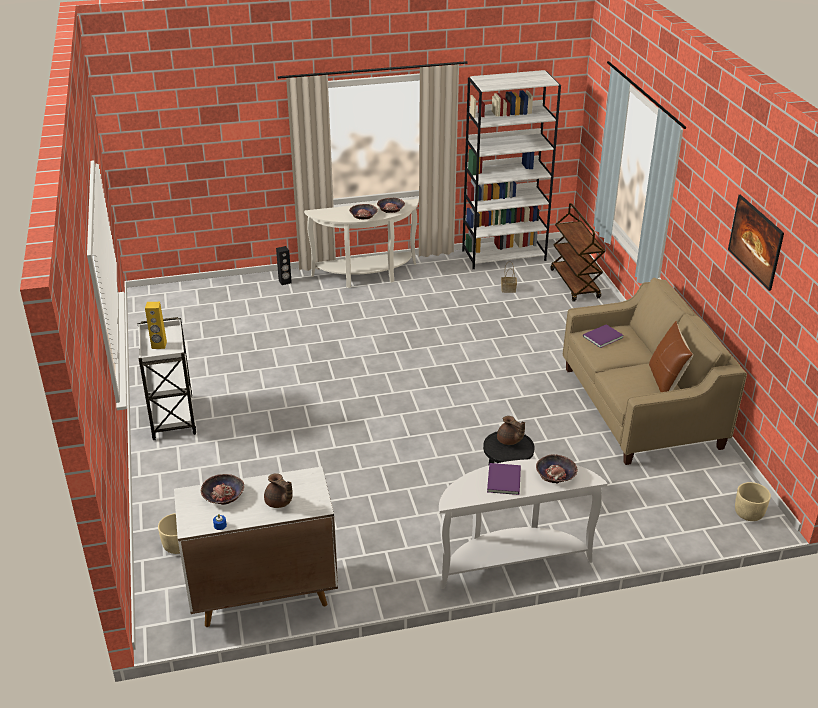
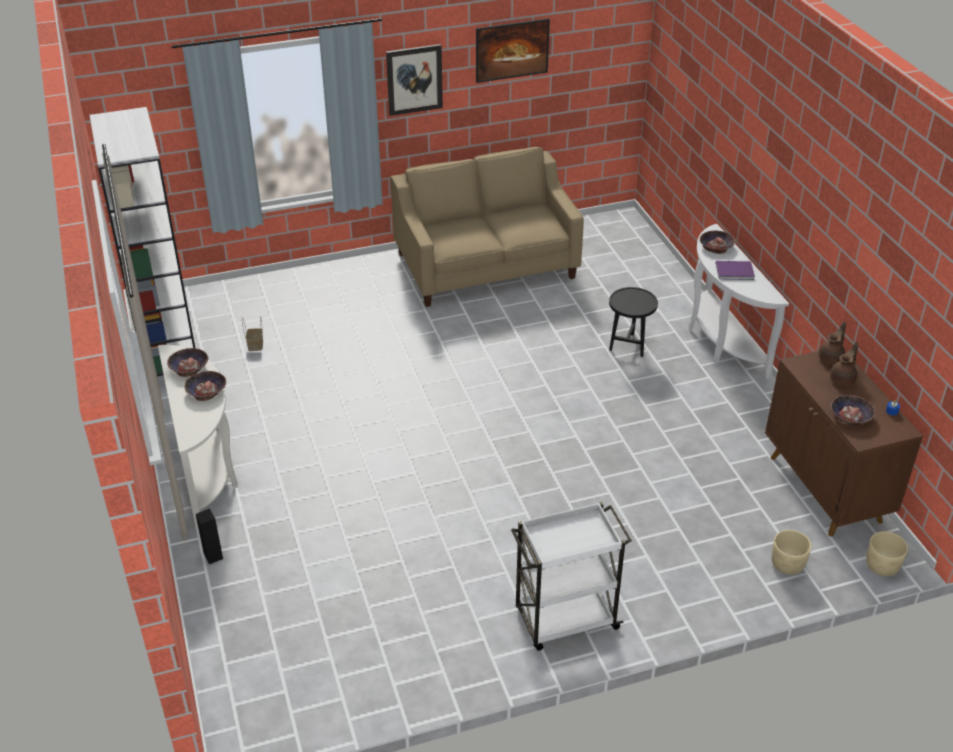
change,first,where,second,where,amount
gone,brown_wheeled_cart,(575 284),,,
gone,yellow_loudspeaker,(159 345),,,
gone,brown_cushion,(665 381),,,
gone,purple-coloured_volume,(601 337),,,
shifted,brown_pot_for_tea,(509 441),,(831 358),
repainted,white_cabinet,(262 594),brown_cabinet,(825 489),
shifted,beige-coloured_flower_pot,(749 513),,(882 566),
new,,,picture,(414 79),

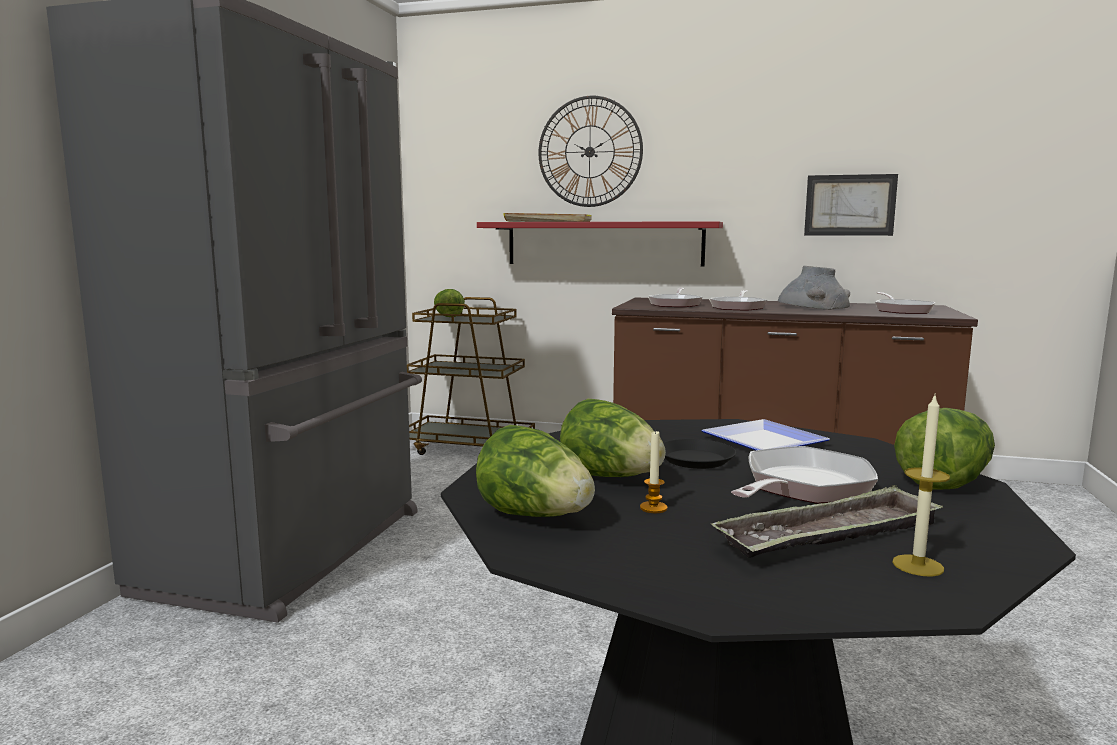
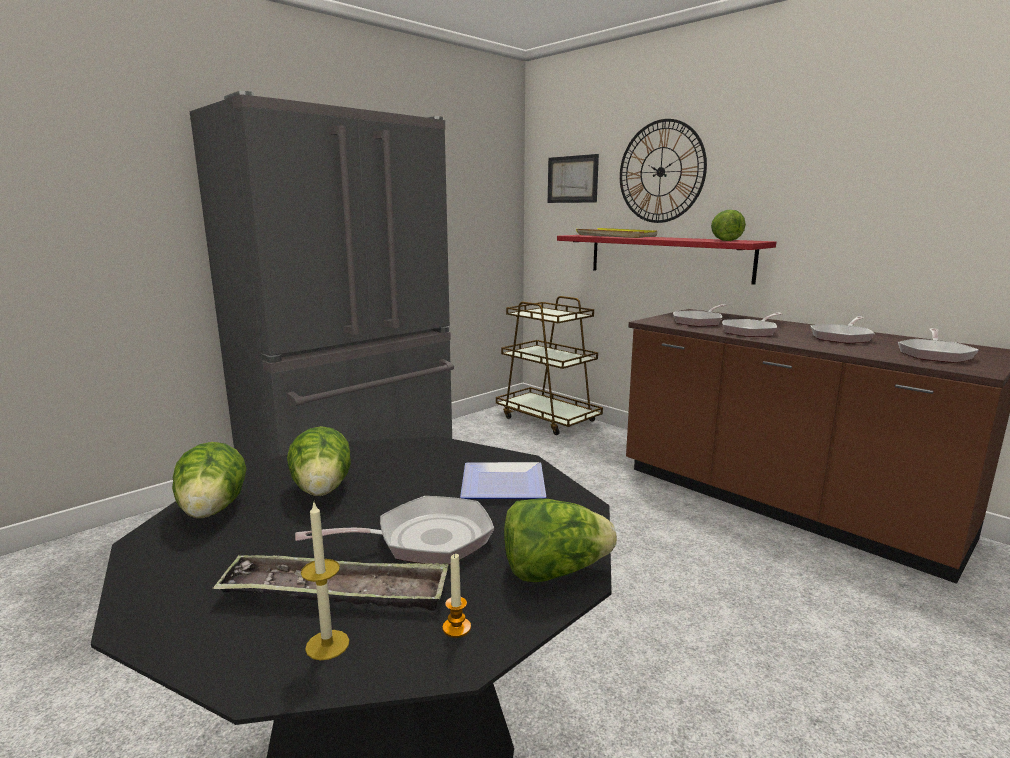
change,first,where,second,where,amount
shifted,picture,(849 205),,(572 179),
swapped,greyish_vase,(813 306),frying_pan,(842 337),
shifted,lettuce_head,(447 316),,(724 240),
shifted,wax_candle,(653 508),,(456 628),
gone,black_plate,(695 459),,,

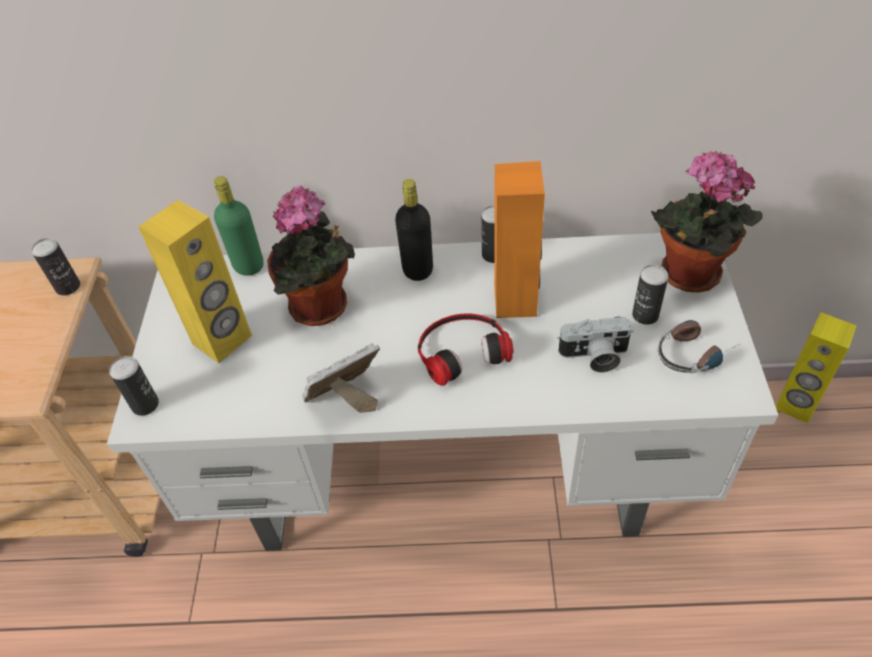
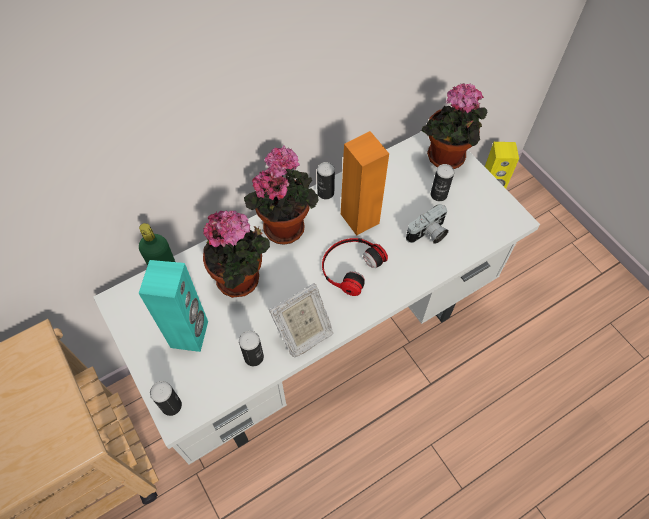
change,first,where,second,where,amount
swapped,black_bottle,(418 270),houseplant,(285 224),
repainted,yellow_loudspeaker,(222 340),turquoise-coloured_loudspeaker,(190 334),
shifted,sealed_can,(68 287),,(254 357),
gone,headset,(695 352),,,
rotated,standing_frame,(345 400),,(303 334),150 degrees counterclockwise

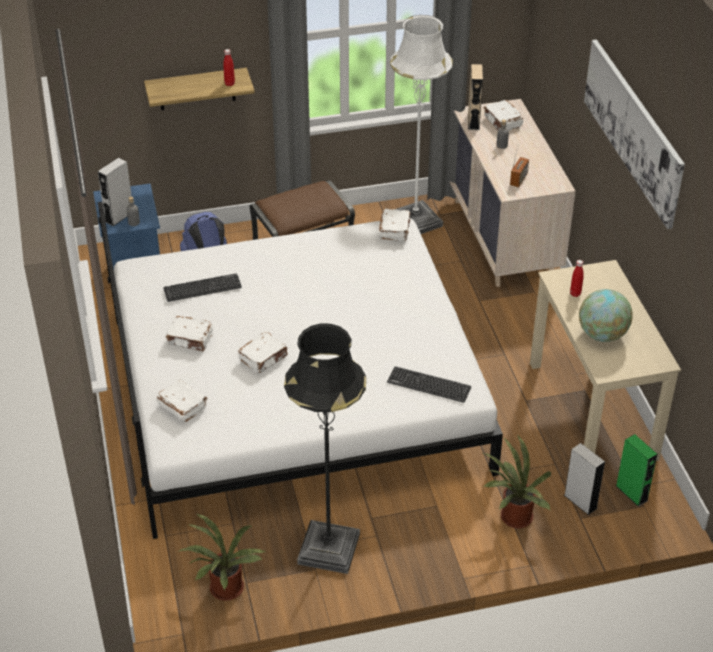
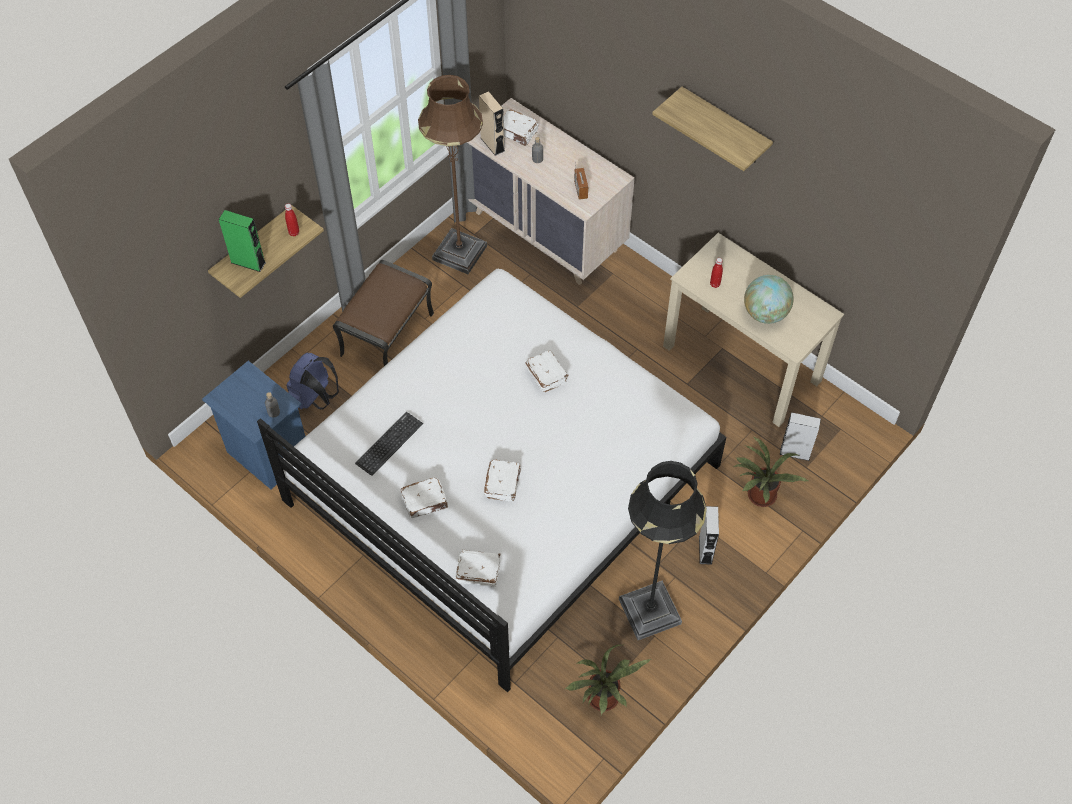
change,first,where,second,where,amount
repainted,white_standing_lamp,(415 221),brown_standing_lamp,(459 253),
swapped,picture,(633 130),wall_shelf,(724 127),
shifted,greyish_loudspeaker,(119 216),,(705 550),
shifted,white_volume,(395 230),,(546 375),
gone,keyboard,(429 385),,,
shifted,green-coloured_loudspeaker,(631 493),,(248 262),

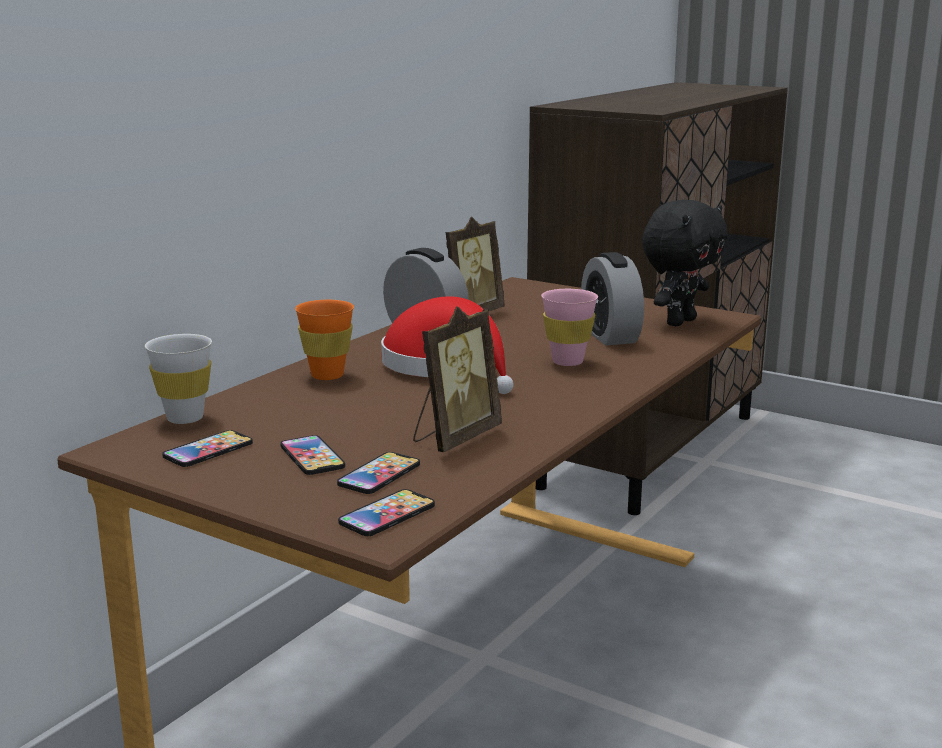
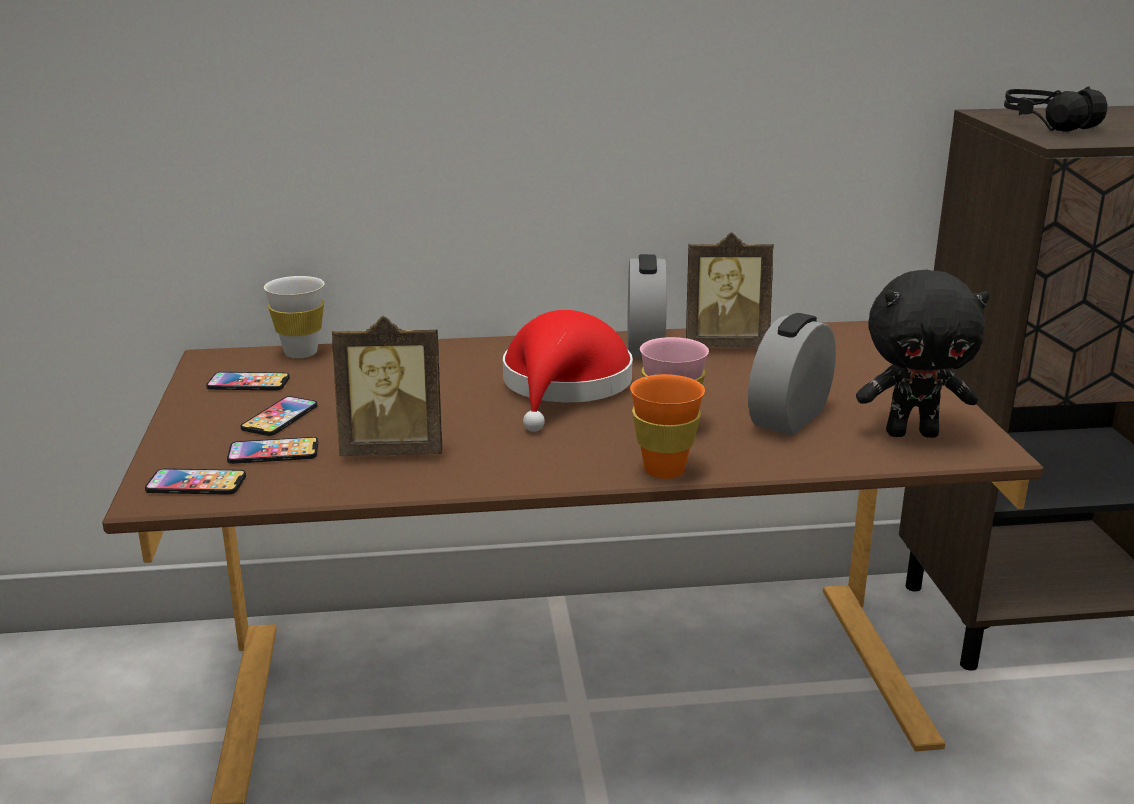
change,first,where,second,where,amount
shifted,orangey_cup,(327 375),,(664 470),
new,,,black_headset,(1047 124),

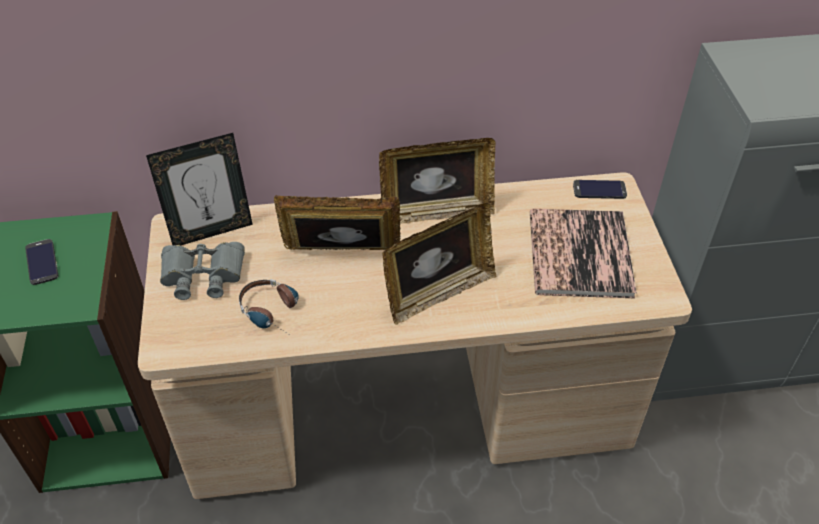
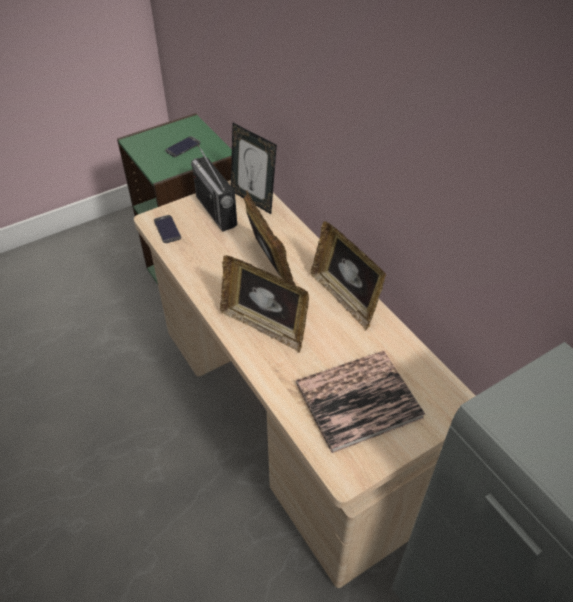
change,first,where,second,where,amount
shifted,handset,(599 190),,(167 229),
swapped,greyish_pair_of_binoculars,(203 274),radio_receiver,(216 211),
gone,headset,(275 312),,,

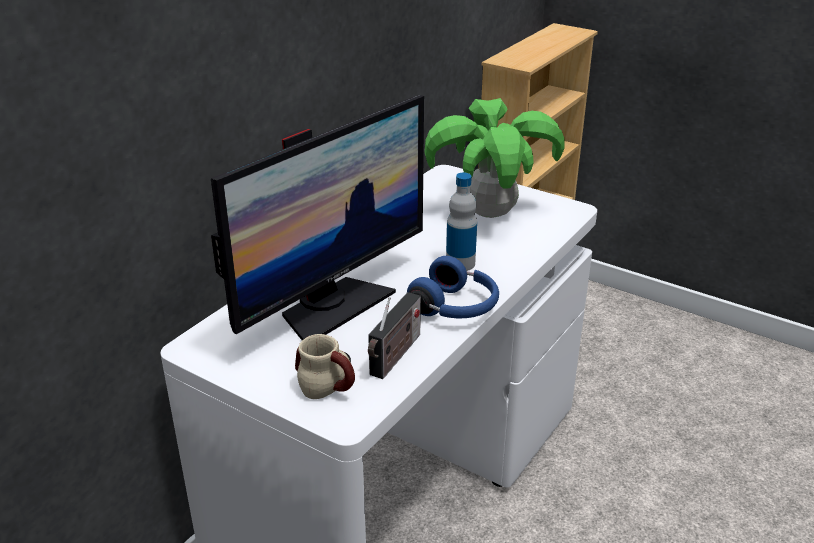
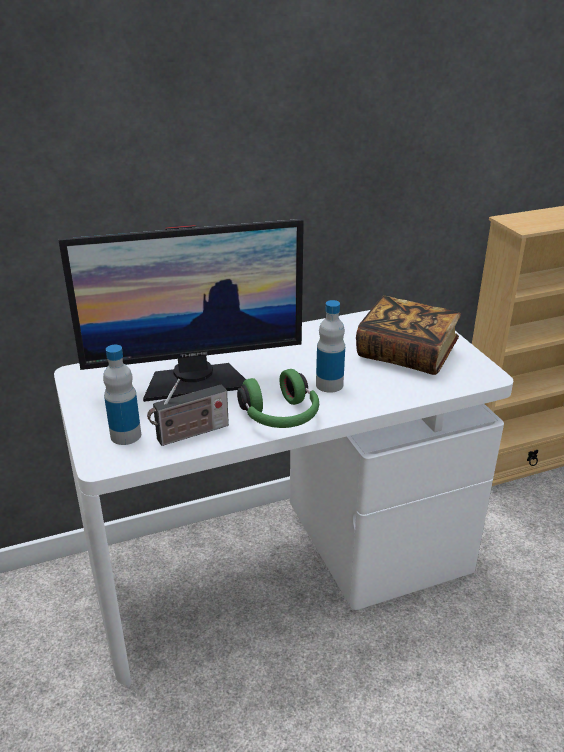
change,first,where,second,where,amount
swapped,houseplant,(489 213),volume,(406 354),
repainted,blue-coloured_headset,(456 308),green-coloured_headset,(281 417),
swapped,mug,(333 385),bottle,(125 435),

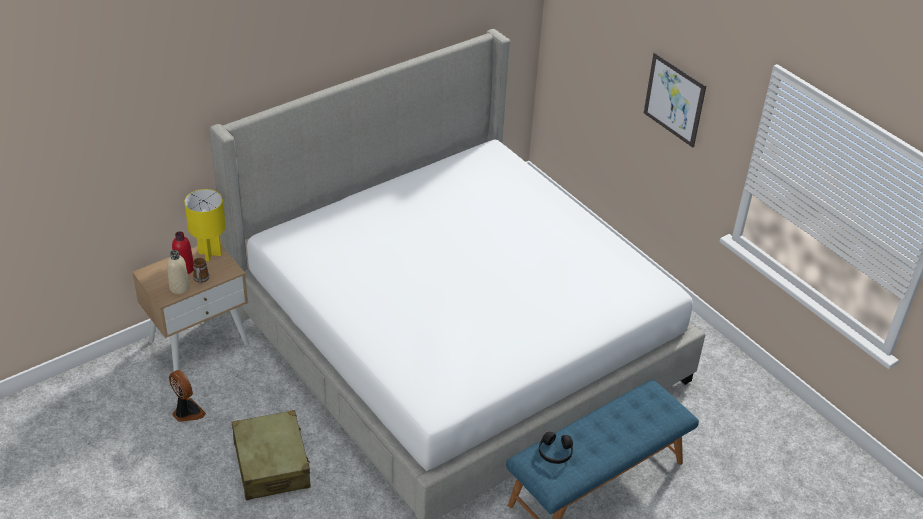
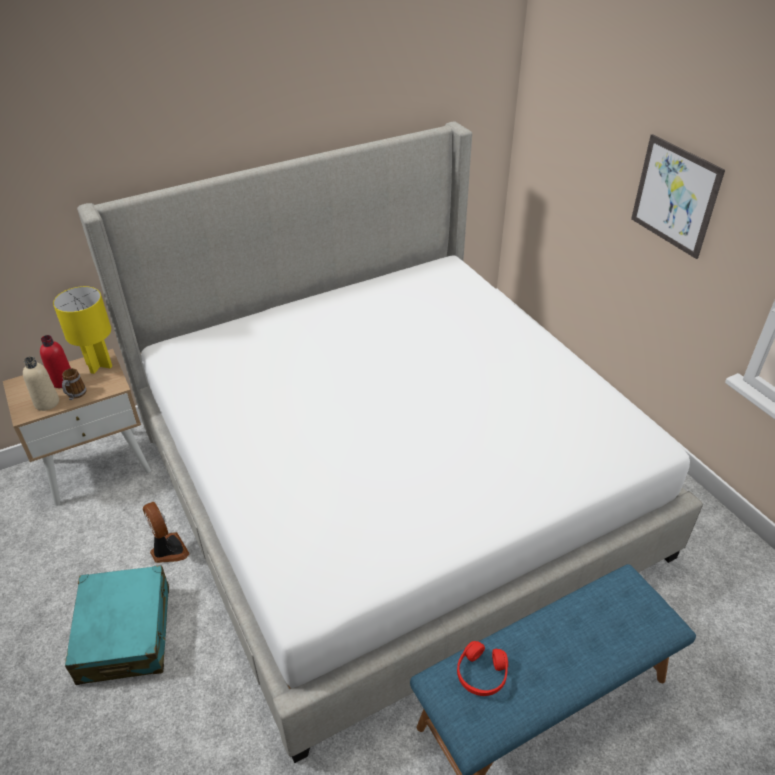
change,first,where,second,where,amount
shifted,cooling_fan,(186 412),,(168 550),
repainted,beige-coloured_suitcase,(271 464),turquoise-coloured_suitcase,(125 634),
repainted,black_headset,(555 452),reddish_headset,(481 674),

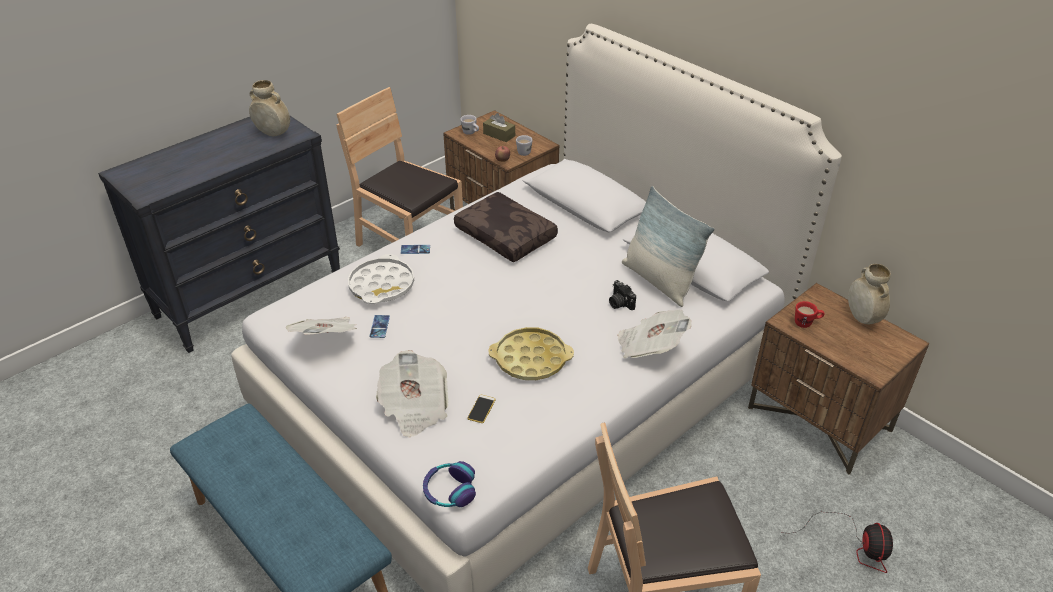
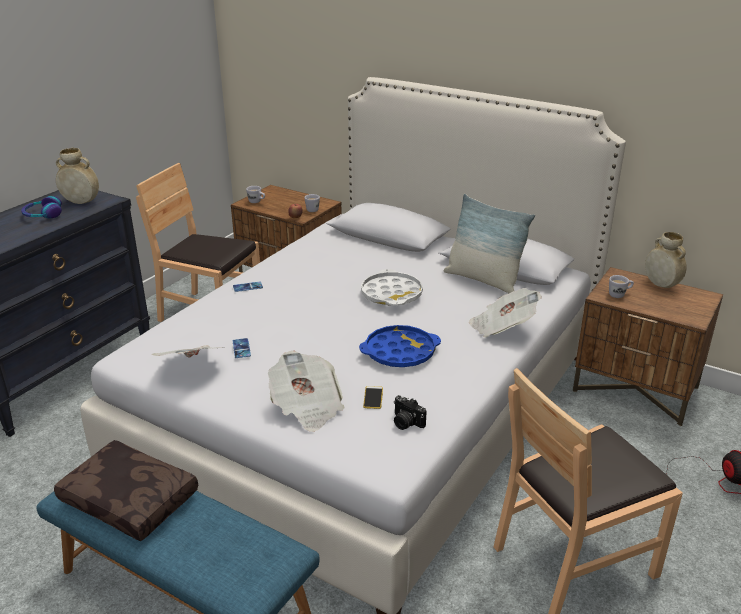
change,first,where,second,where,amount
gone,brown_tissue_box,(499 135),,,
shifted,brown_cushion,(507 235),,(131 499),
shifted,white_serving_tray,(382 285),,(391 294),
shifted,photo_camera,(619 303),,(406 422),
repainted,reddish_mug,(806 323),white_mug,(619 295),
repainted,yellow_serving_tray,(530 359),blue-coloured_serving_tray,(400 352),
shifted,headset,(449 490),,(43 215),

